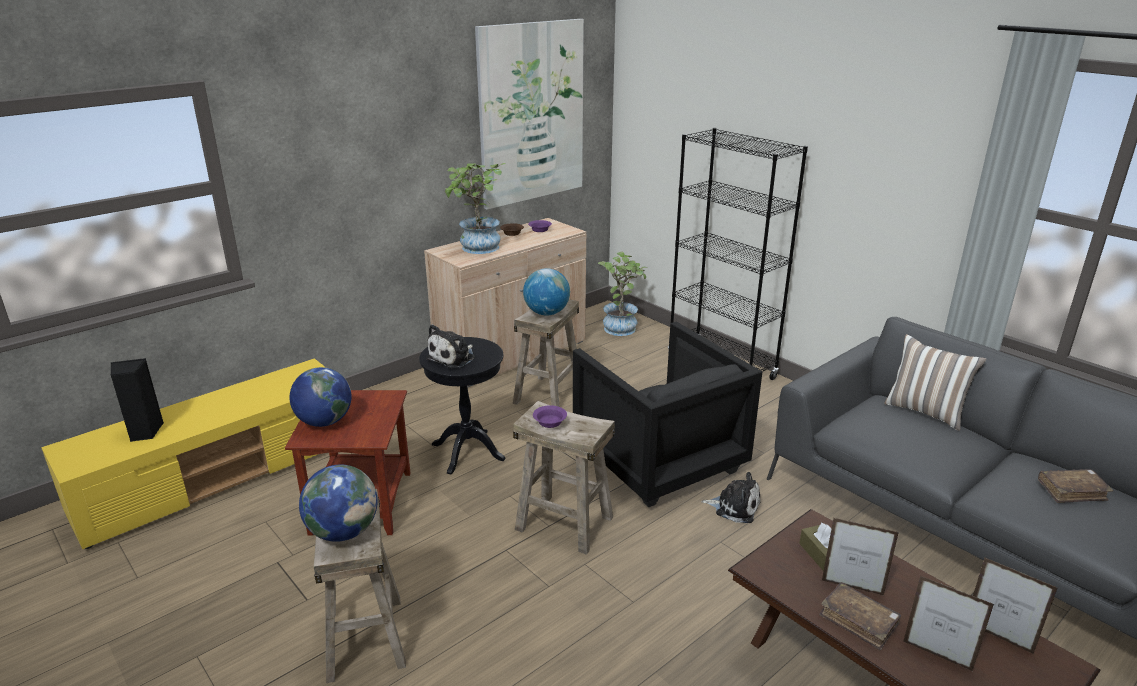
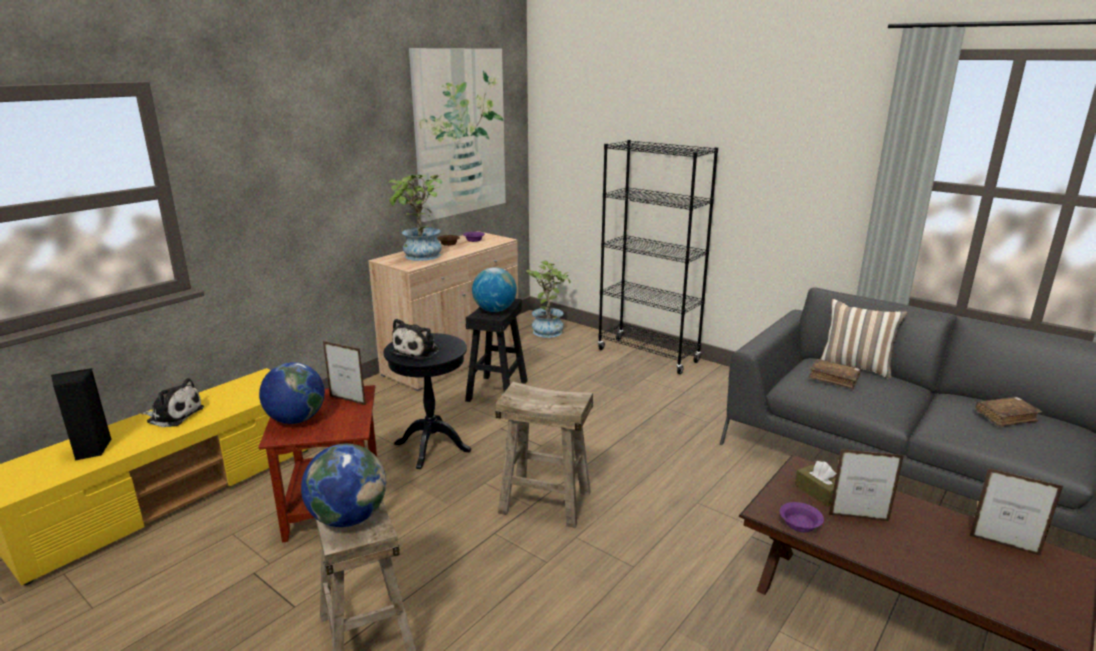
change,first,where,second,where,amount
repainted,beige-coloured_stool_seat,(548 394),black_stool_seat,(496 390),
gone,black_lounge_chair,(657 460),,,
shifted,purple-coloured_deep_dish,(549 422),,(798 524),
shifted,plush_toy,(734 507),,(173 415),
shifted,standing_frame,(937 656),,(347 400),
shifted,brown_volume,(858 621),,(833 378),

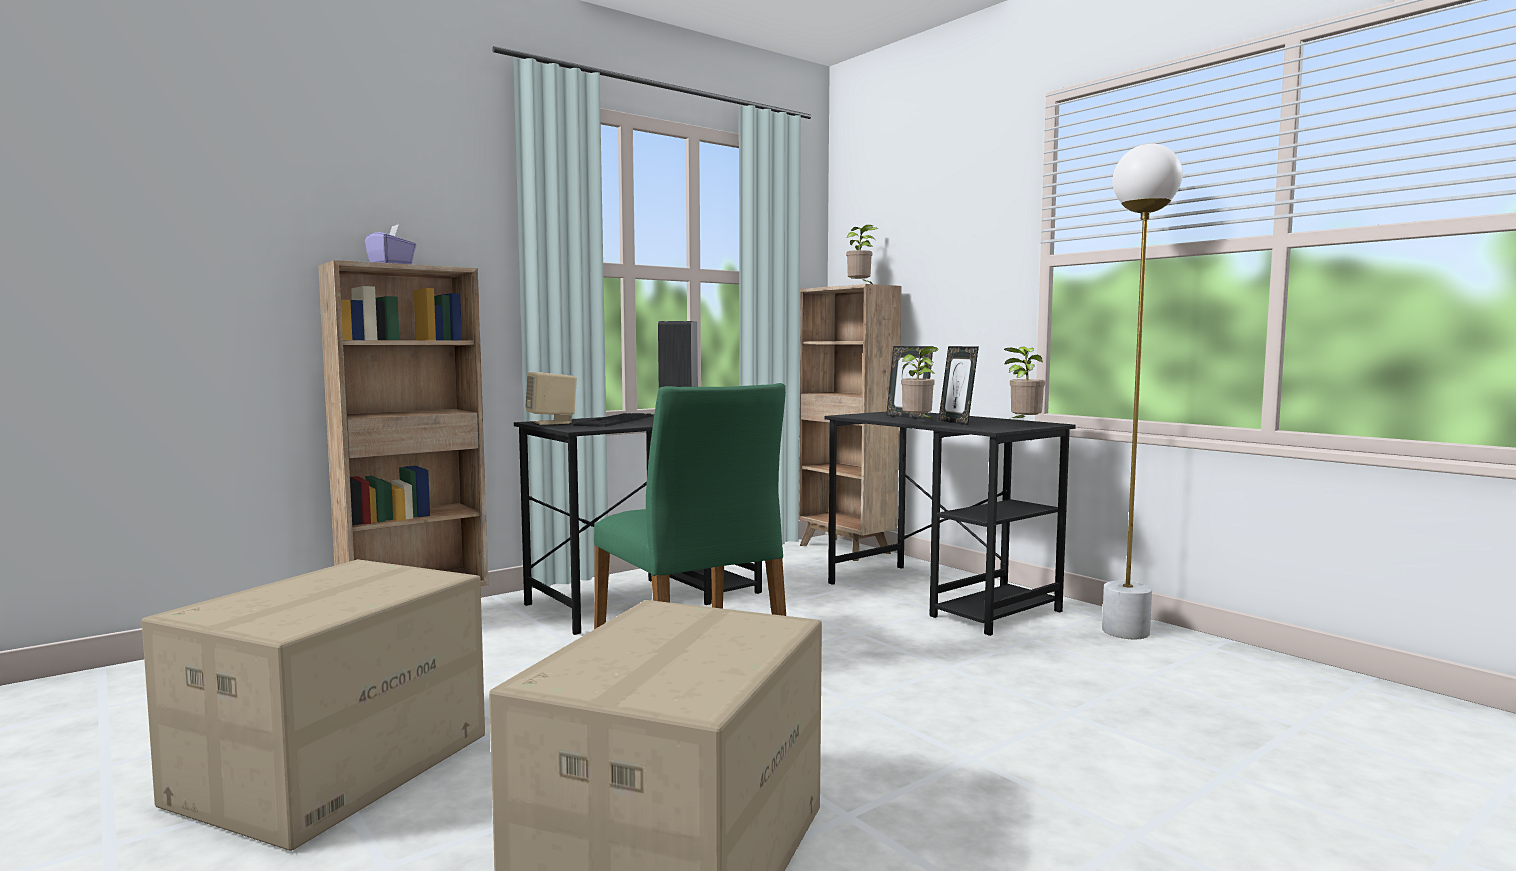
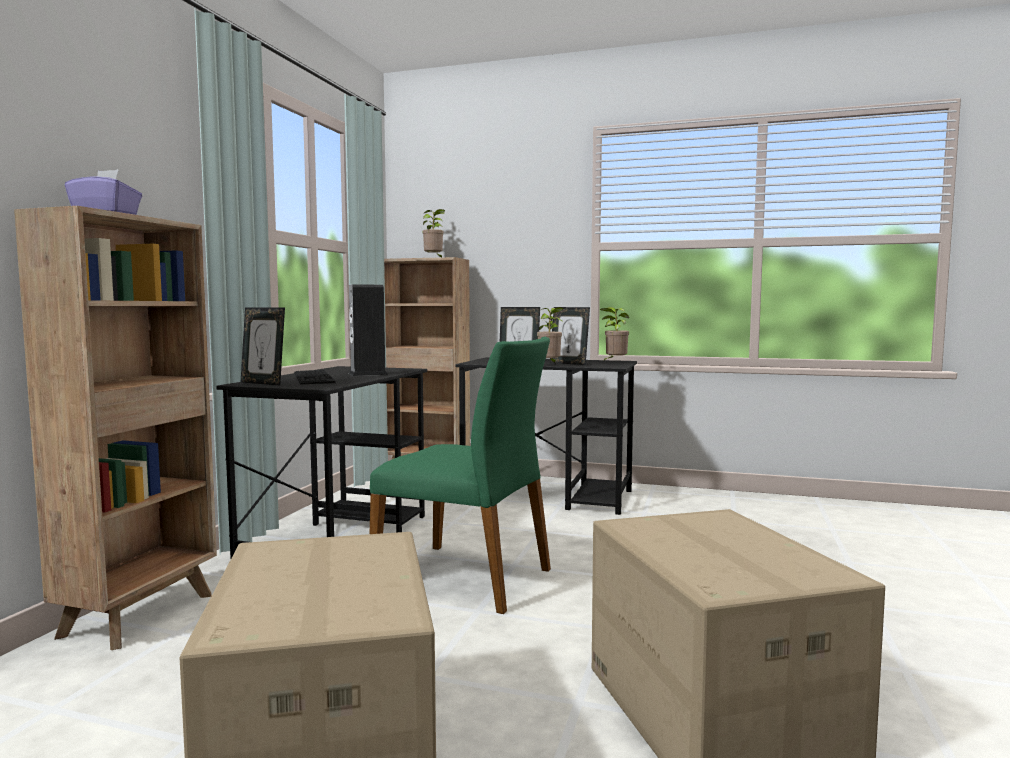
change,first,where,second,where,amount
gone,white_standing_lamp,(1125 632),,,
swapped,beige-coloured_loudspeaker,(552 422),standing_frame,(263 383),

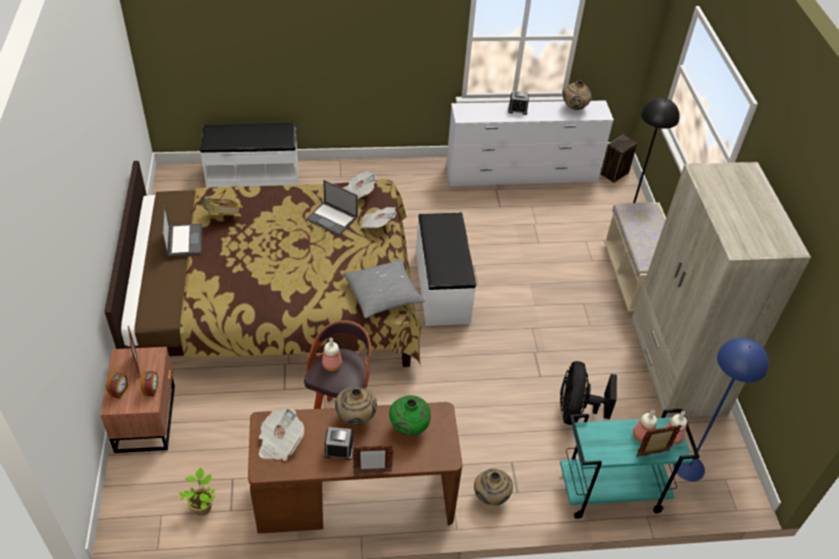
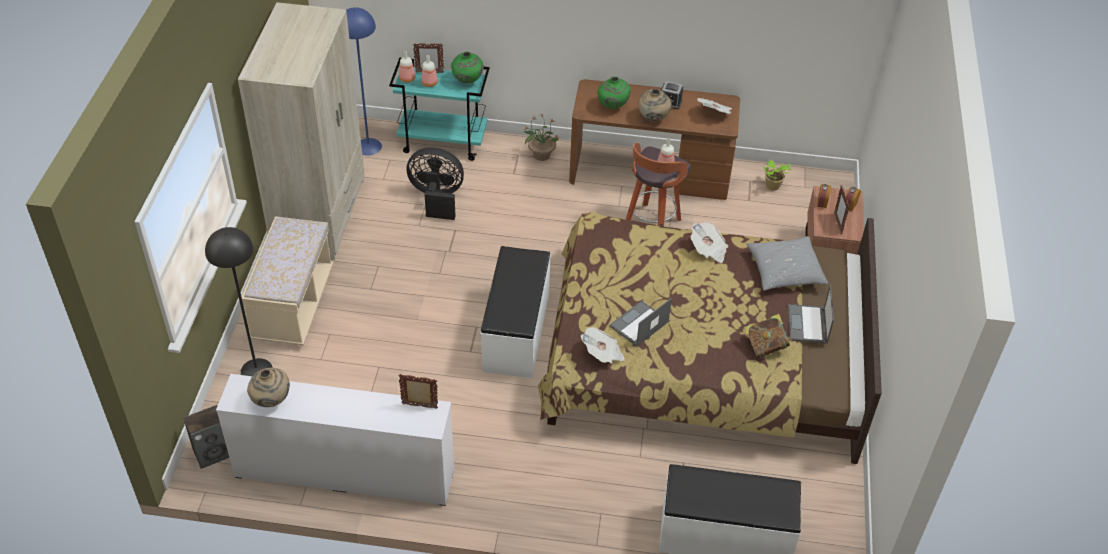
change,first,where,second,where,amount
gone,table_clock,(517 109),,,
rotated,laptop,(332 218),,(638 324),90 degrees counterclockwise
shifted,daily_paper,(377 225),,(708 250),
shifted,greyish_cushion,(383 295),,(784 271),
rotated,black_cooling_fan,(577 410),,(437 198),105 degrees counterclockwise
shifted,standing_frame,(372 472),,(420 406),
swapped,beige-coloured_vase,(490 497),houseplant,(541 155),
new,,,green-coloured_vase,(468 81),

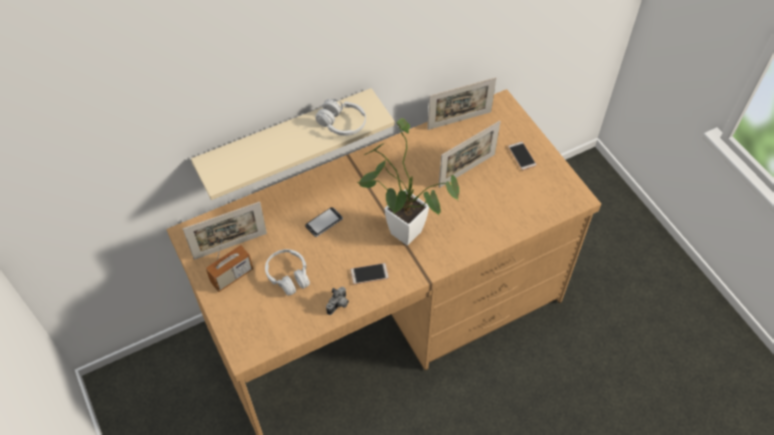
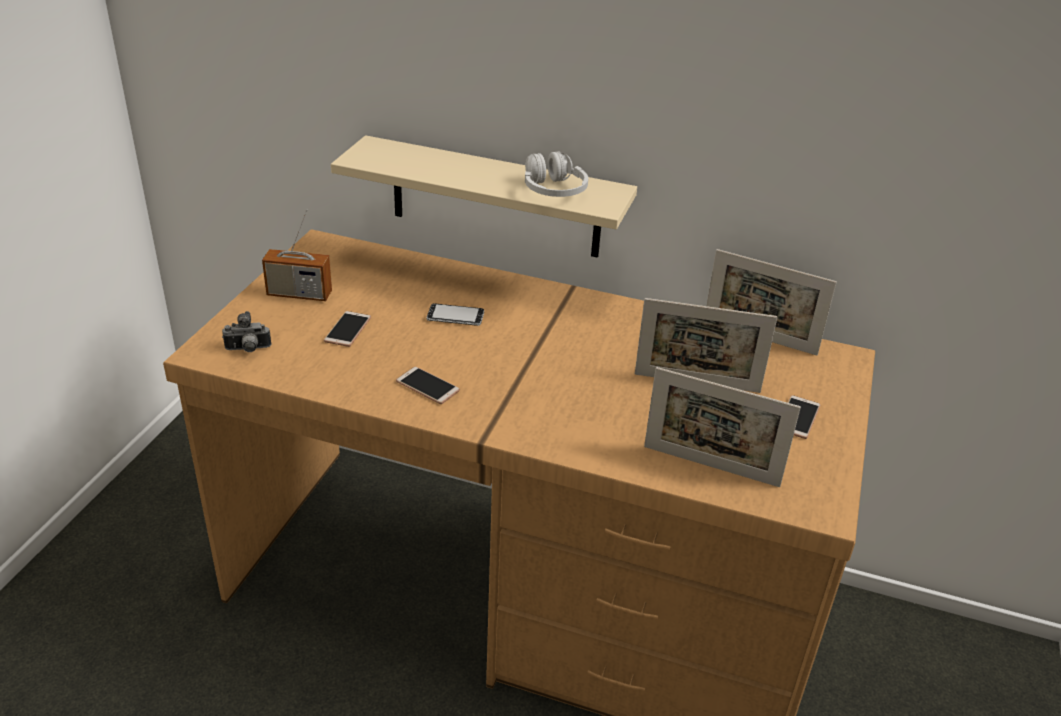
change,first,where,second,where,amount
gone,houseplant,(400 229),,,
shifted,standing_frame,(230 246),,(710 466),
swapped,white_headset,(288 276),handset,(348 330),
shifted,photo_camera,(339 305),,(248 350),

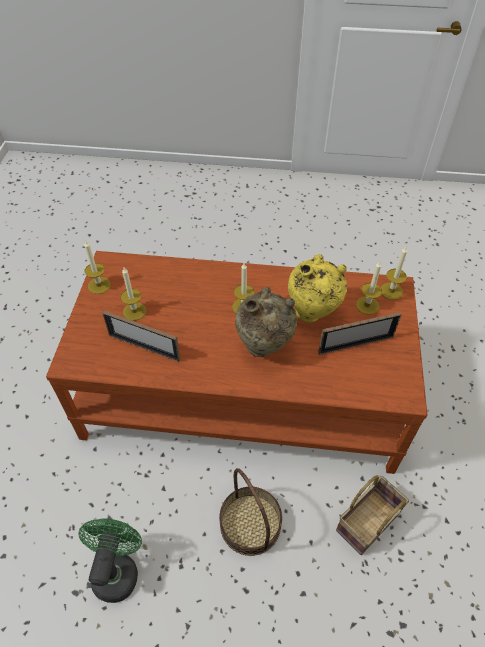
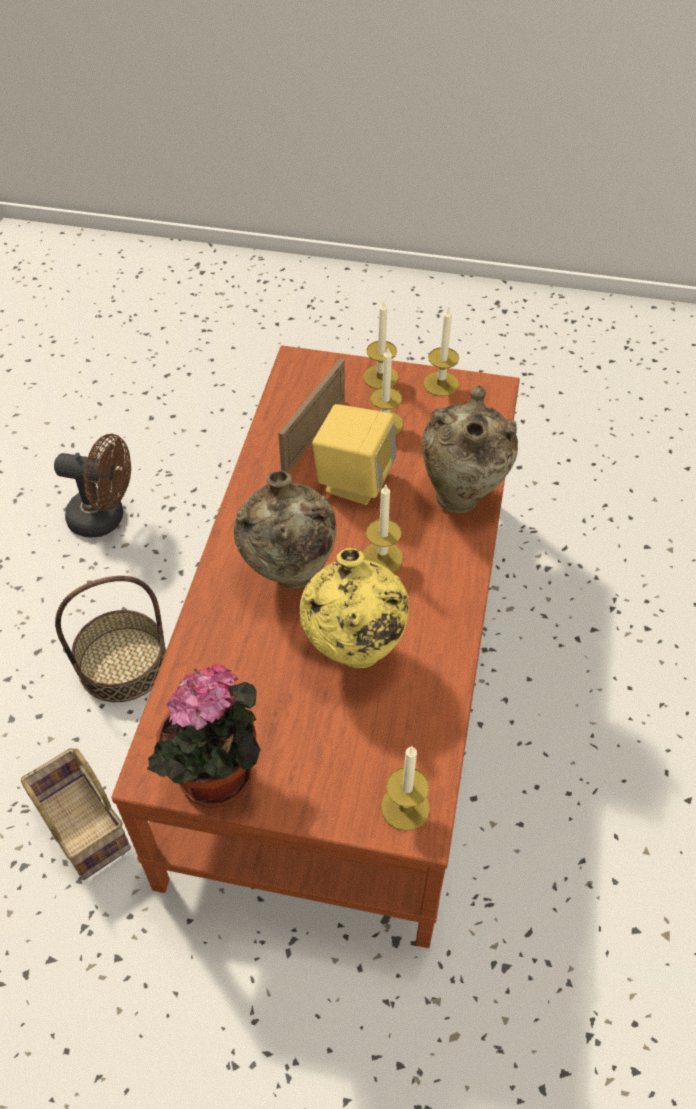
change,first,where,second,where,amount
shifted,wax_candle,(367 305),,(380 377),
gone,standing_frame,(356 344),,,
repainted,green-coloured_cooling_fan,(117 569),brown_cooling_fan,(105 518),
new,,,beige-coloured_vase,(462 496),
new,,,yellow_loudspeaker,(354 480),
new,,,houseplant,(217 782),

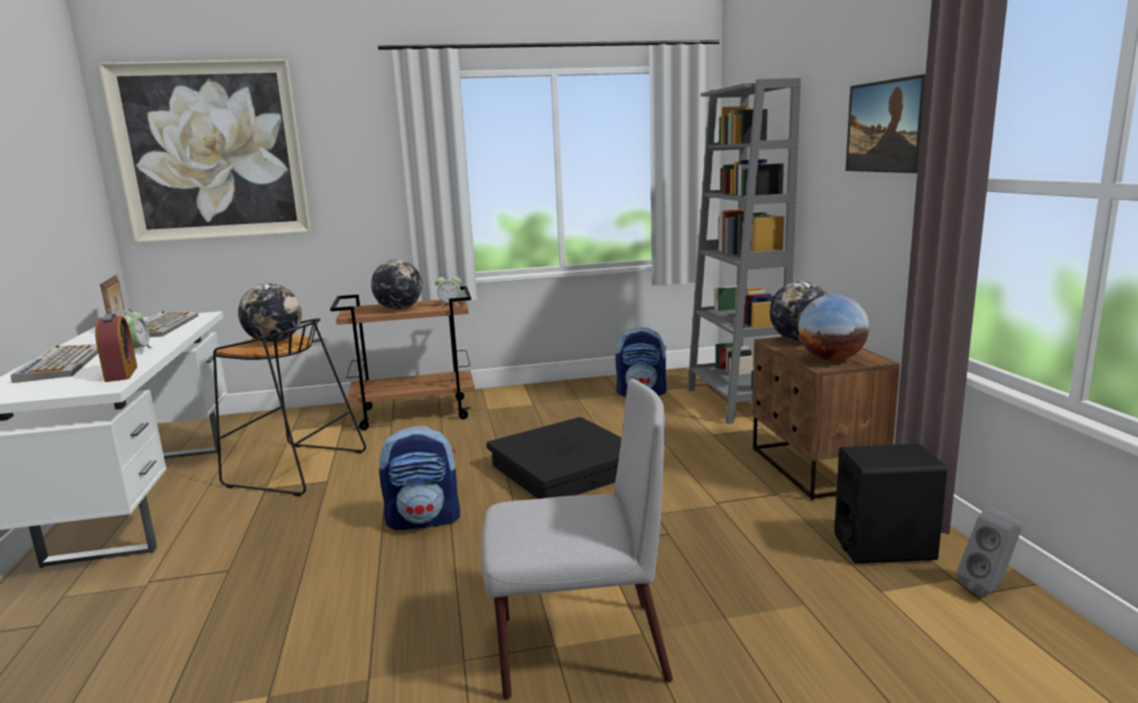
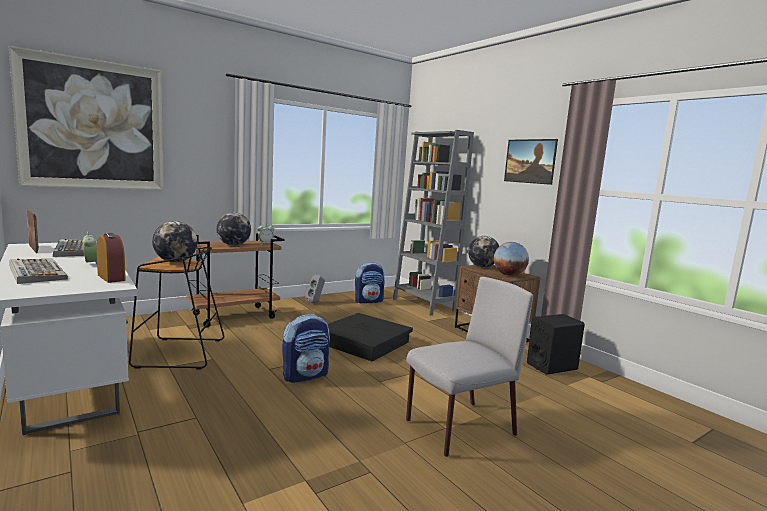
change,first,where,second,where,amount
shifted,greyish_loudspeaker,(988 588),,(315 302),

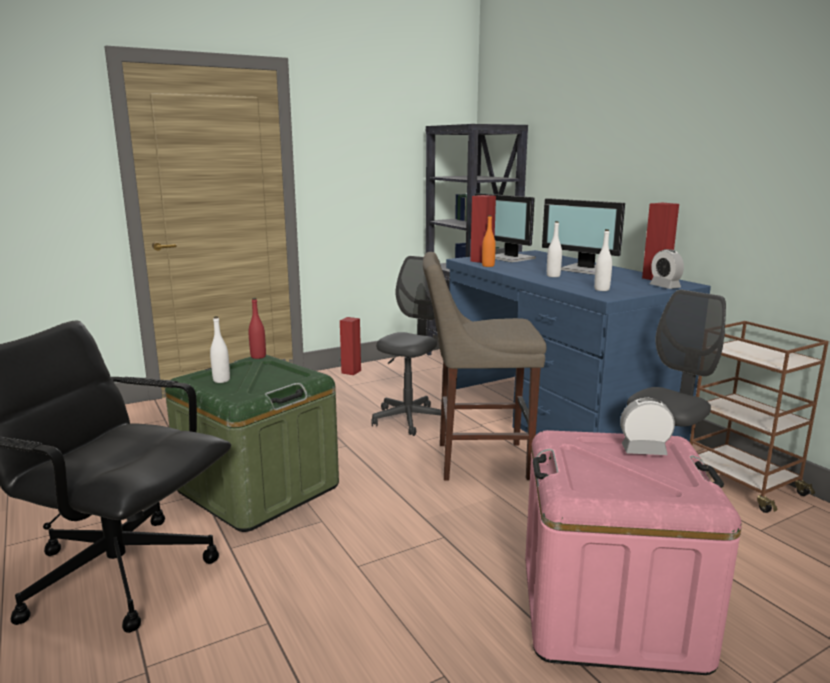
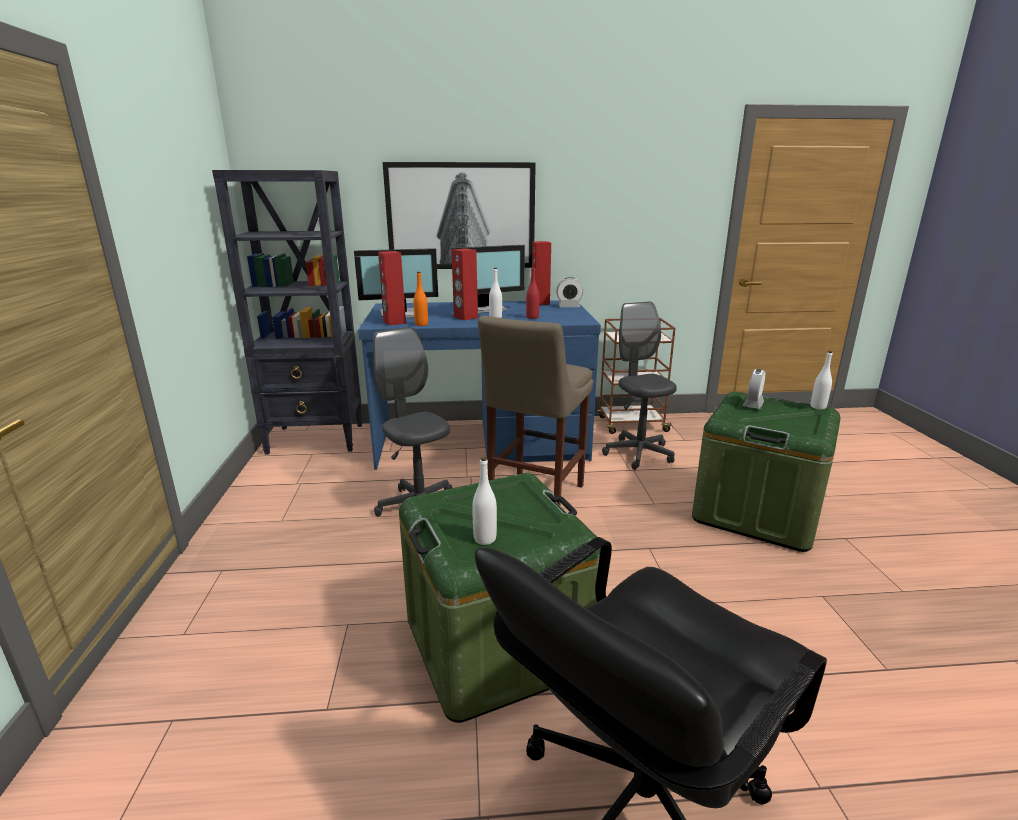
change,first,where,second,where,amount
shifted,white_bottle,(601 289),,(818 407),
shifted,reddish_bottle,(258 356),,(532 317),
shifted,reddish_loudspeaker,(351 372),,(465 317),
repainted,pinkish_storage_bin,(610 610),green-coloured_storage_bin,(756 512),
new,,,picture,(461 216),

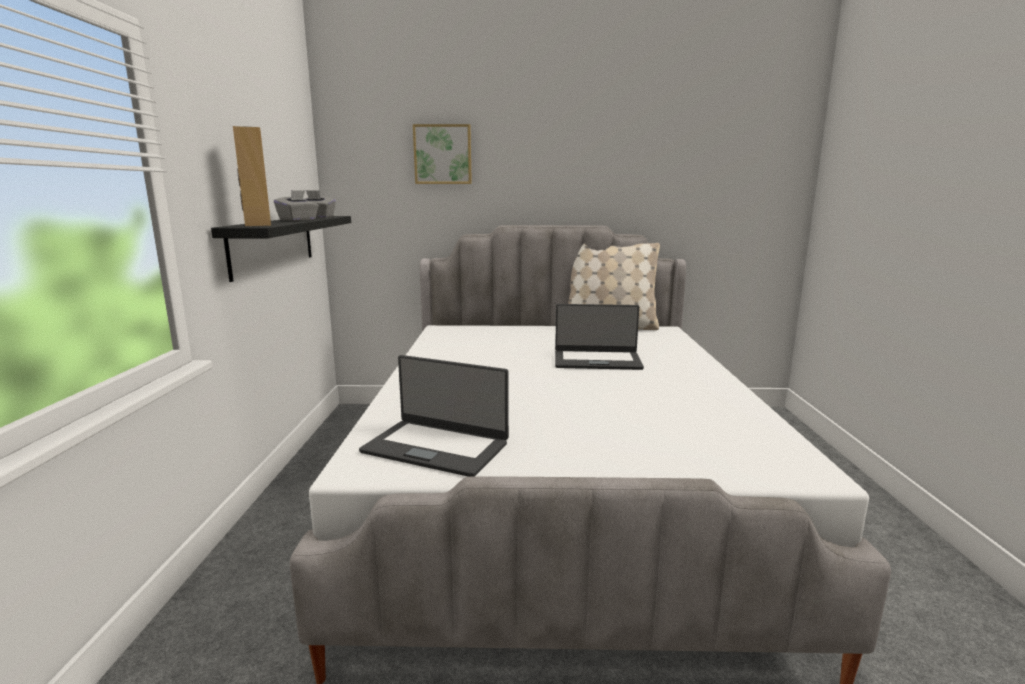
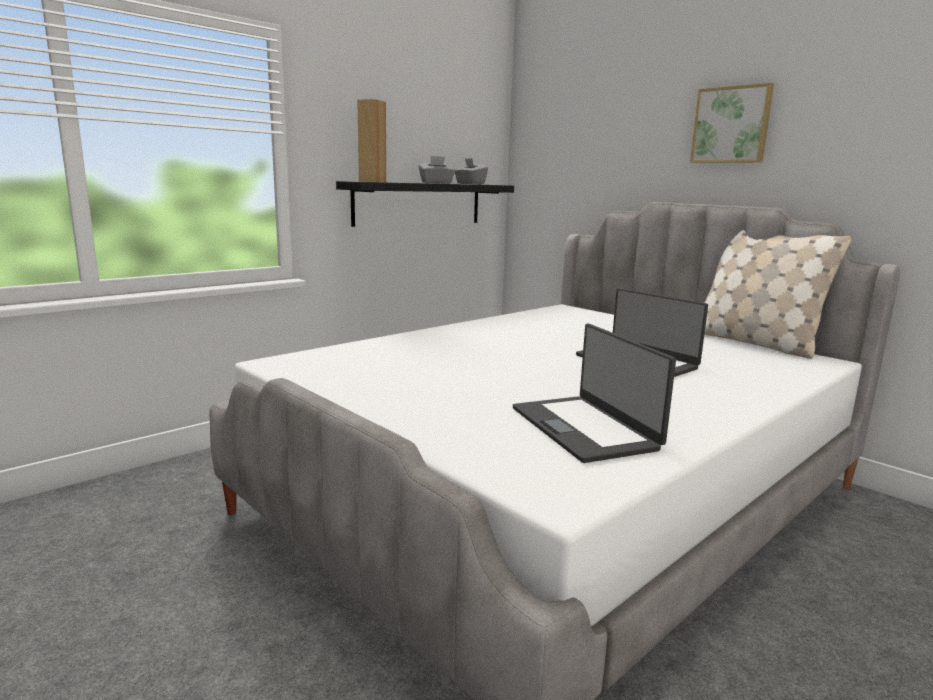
change,first,where,second,where,amount
shifted,picture,(443 154),,(731 125),
shifted,laptop,(436 447),,(585 428),

